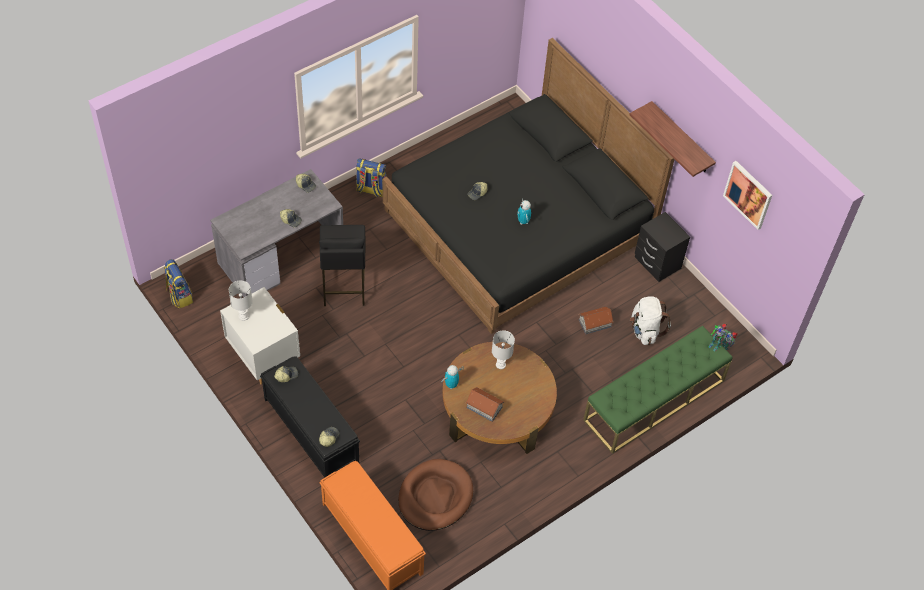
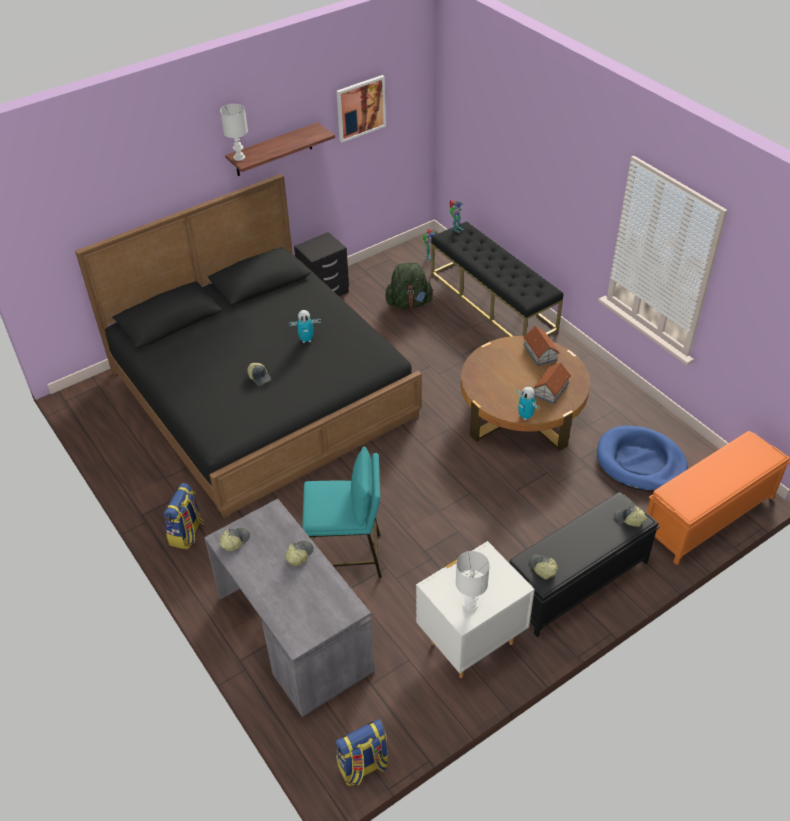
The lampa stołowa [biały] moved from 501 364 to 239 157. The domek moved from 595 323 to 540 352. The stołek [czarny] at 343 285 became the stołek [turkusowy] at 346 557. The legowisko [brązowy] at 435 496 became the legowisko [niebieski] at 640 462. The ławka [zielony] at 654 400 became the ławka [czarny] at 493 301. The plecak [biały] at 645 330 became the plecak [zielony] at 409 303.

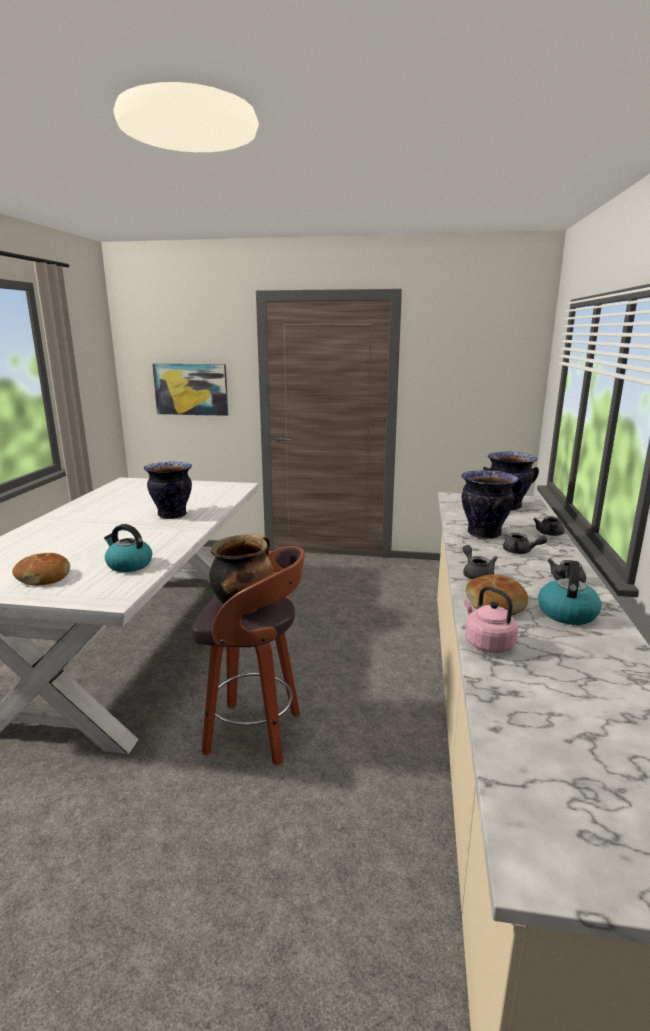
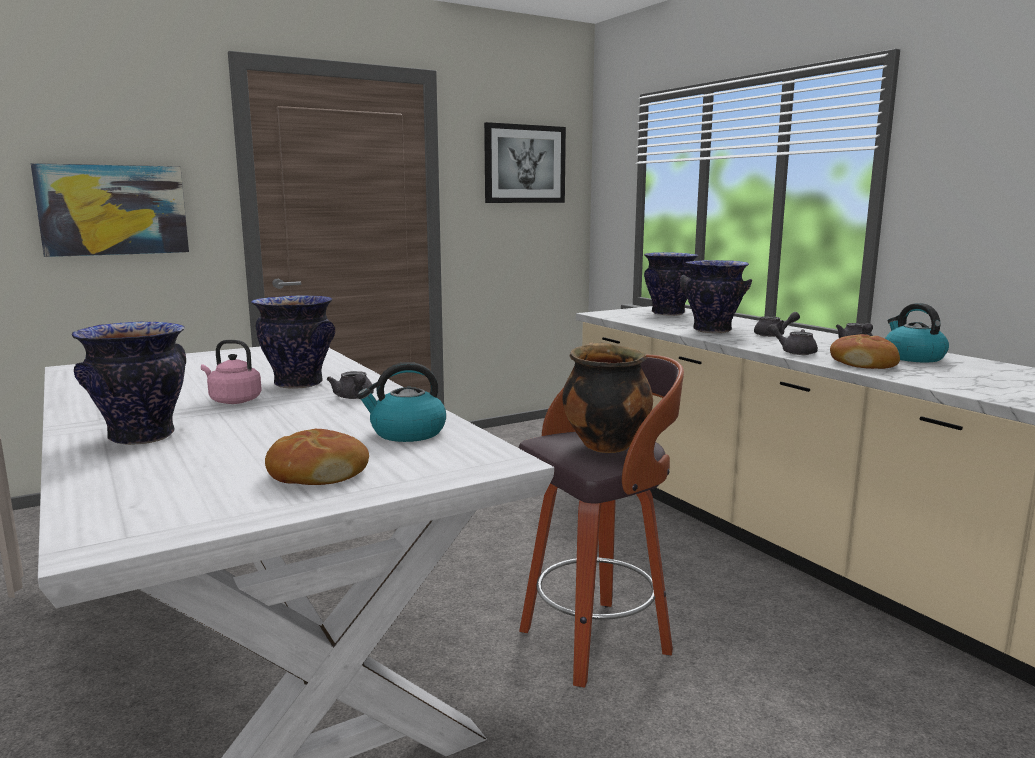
The wazon at 143 437 appeared. The obraz at 524 164 appeared. The czajnik [różowy] moved from 486 643 to 233 400. The imbryk [szary] moved from 549 534 to 354 397.

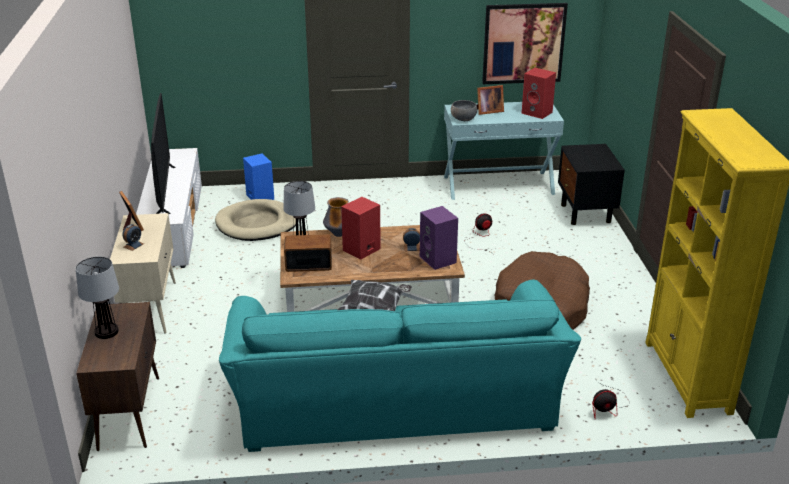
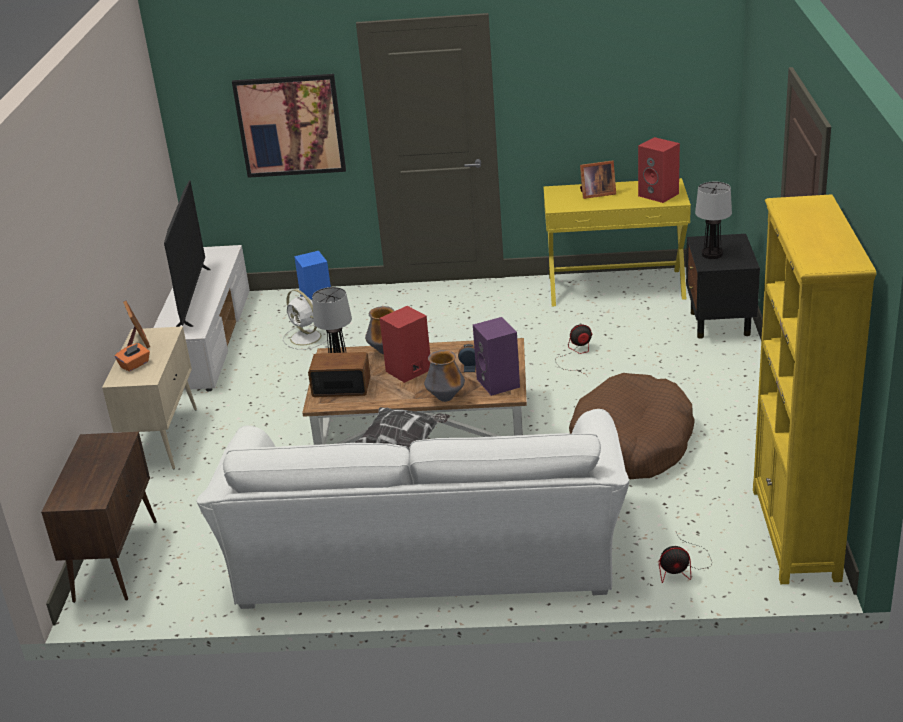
The miska [szary] at 463 119 disappeared. The wazon at 445 398 appeared. The lampa stołowa moved from 106 332 to 711 254. The obraz moved from 523 43 to 290 125. The budzik at 133 245 was replaced by the pudełko chusteczek [pomarańczowy] at 135 365. The legowisko [beżowy] at 257 224 was replaced by the wentylator [biały] at 306 338. The kanapa [turkusowy] at 395 396 became the kanapa [biały] at 425 549. The stolik konsolowy [turkusowy] at 498 185 became the stolik konsolowy [żółty] at 616 287.

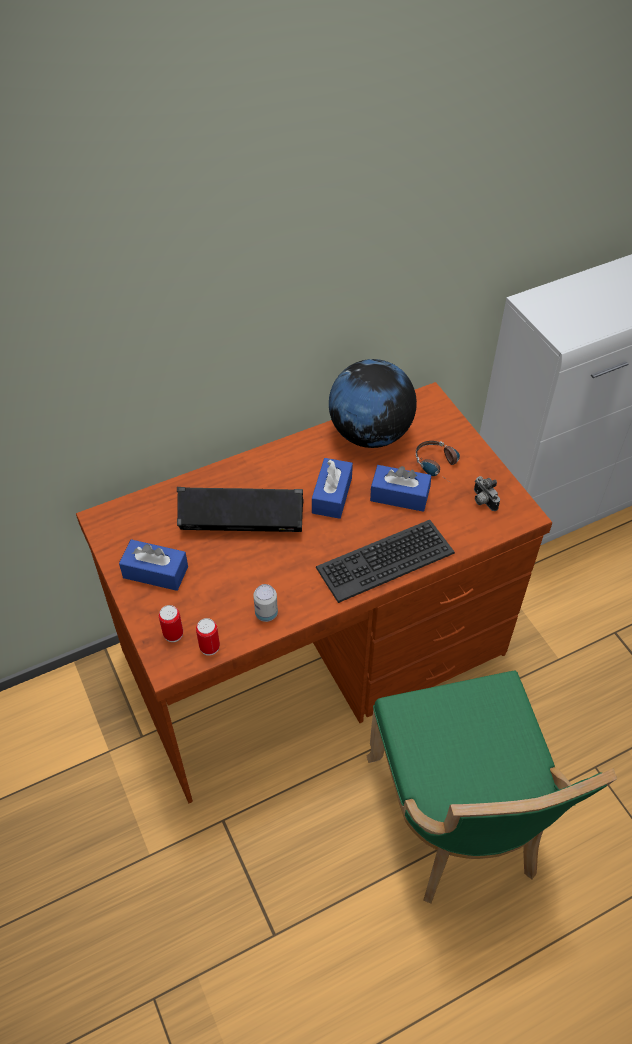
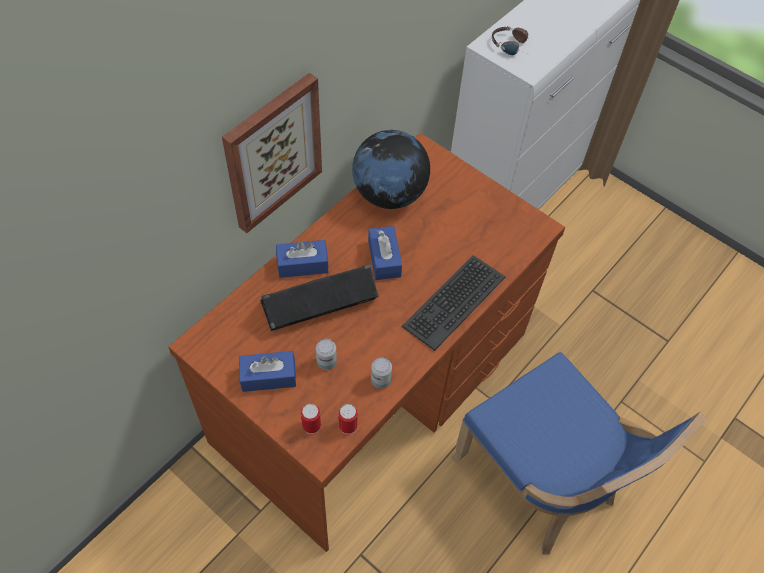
The aparat fotograficzny at 482 501 disappeared. The obraz at 272 153 appeared. The puszka at 326 362 appeared. The pudełko chusteczek [niebieski] moved from 399 495 to 302 265. The słuchawki moved from 440 466 to 514 46. The krzesło [zielony] at 458 820 became the krzesło [niebieski] at 541 481.

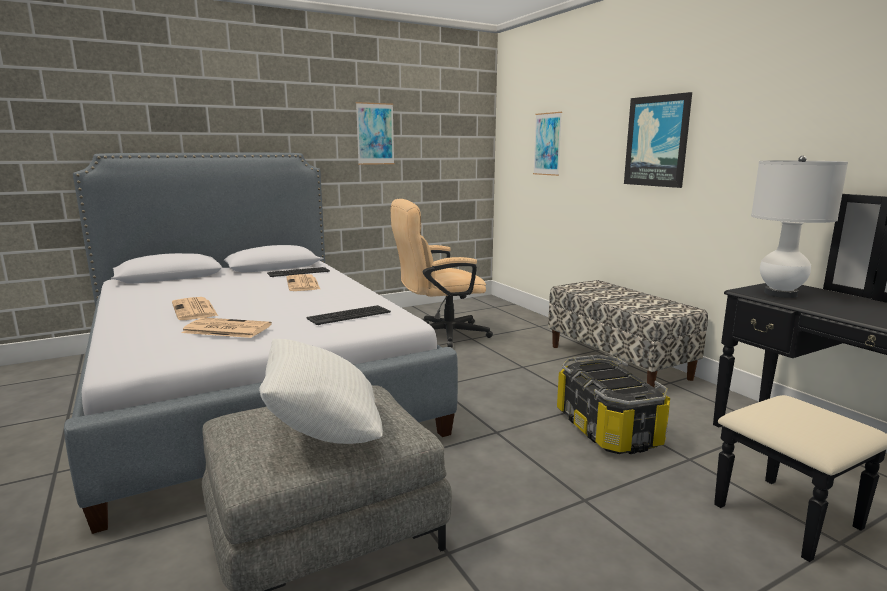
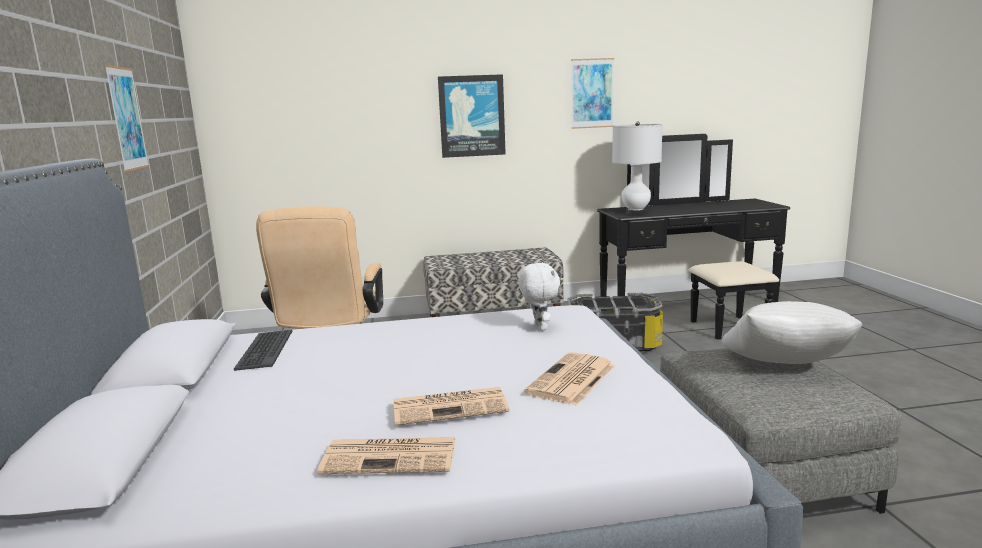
The gazeta moved from 303 284 to 392 456. The obraz moved from 547 144 to 592 93. The klawiatura at 349 315 was replaced by the pluszak [biały] at 539 327.

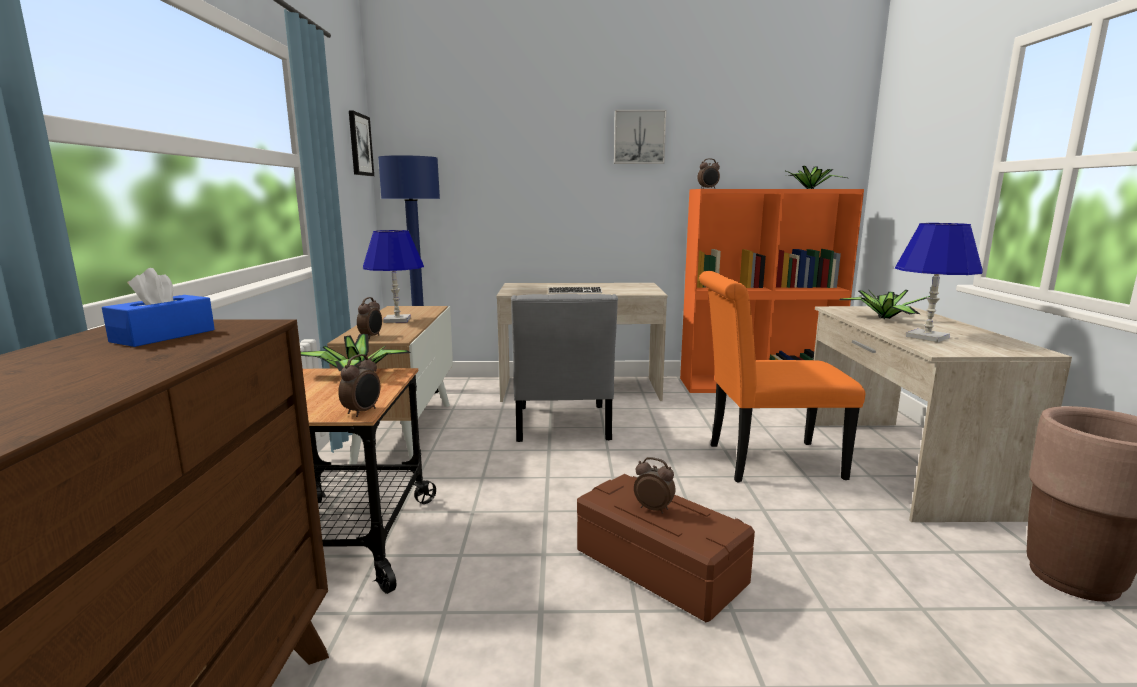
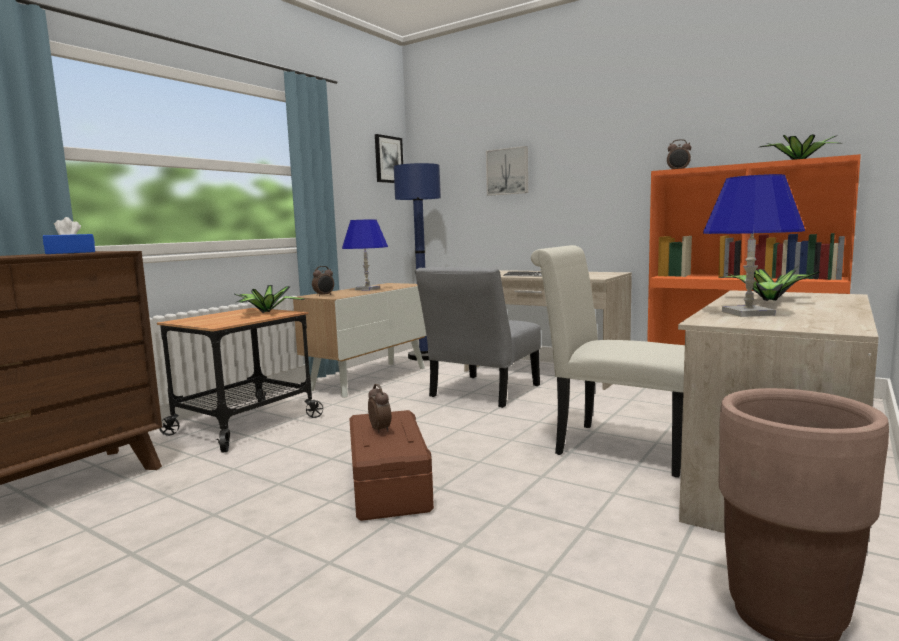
The budzik at 363 412 disappeared. The obraz moved from 639 137 to 508 171. The krzesło [pomarańczowy] at 765 462 became the krzesło [biały] at 615 447.

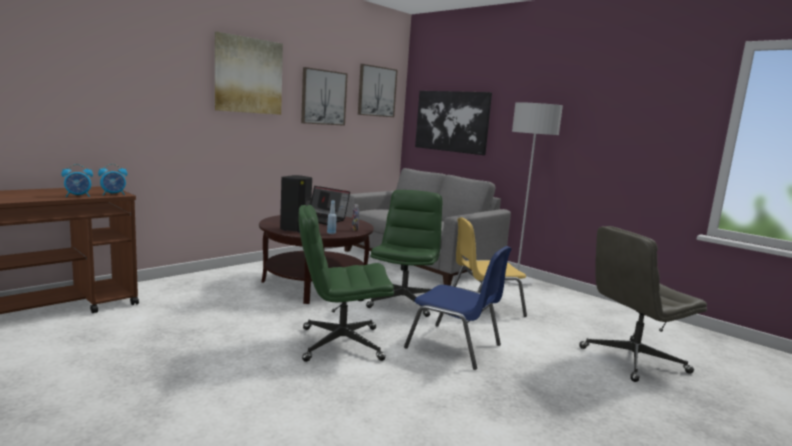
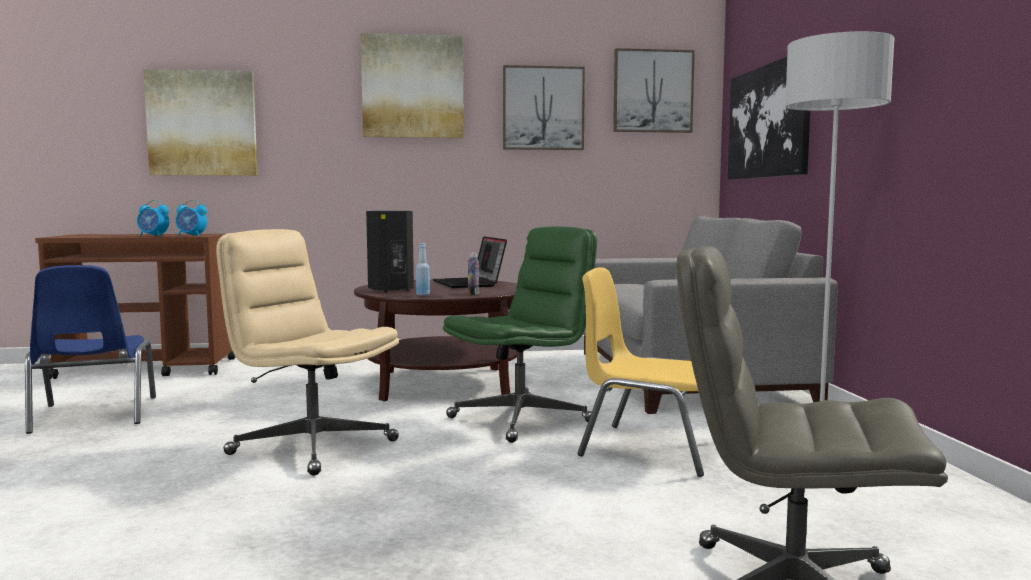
The obraz at 202 123 appeared. The krzesło [niebieski] moved from 455 347 to 93 415. The krzesło biurowe [zielony] at 340 344 became the krzesło biurowe [beżowy] at 311 447.

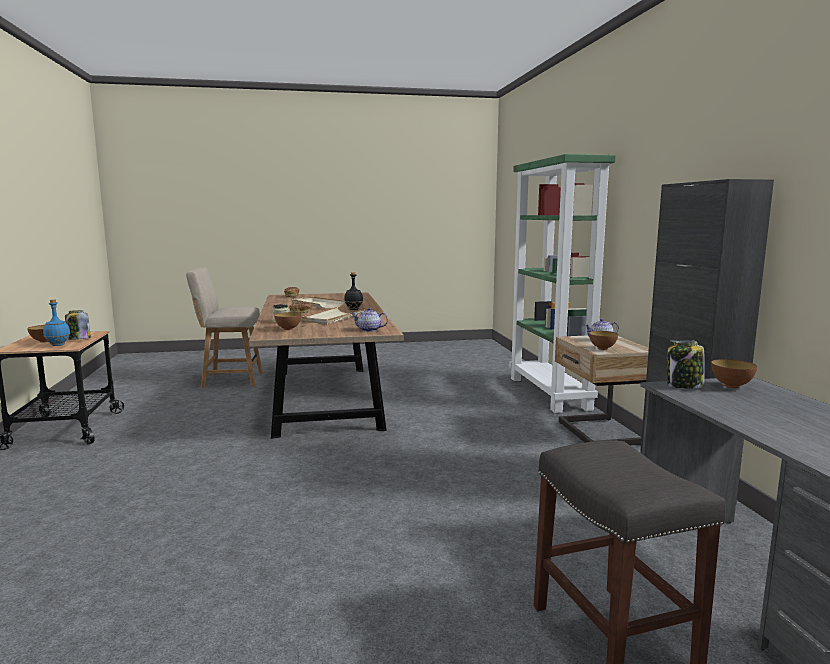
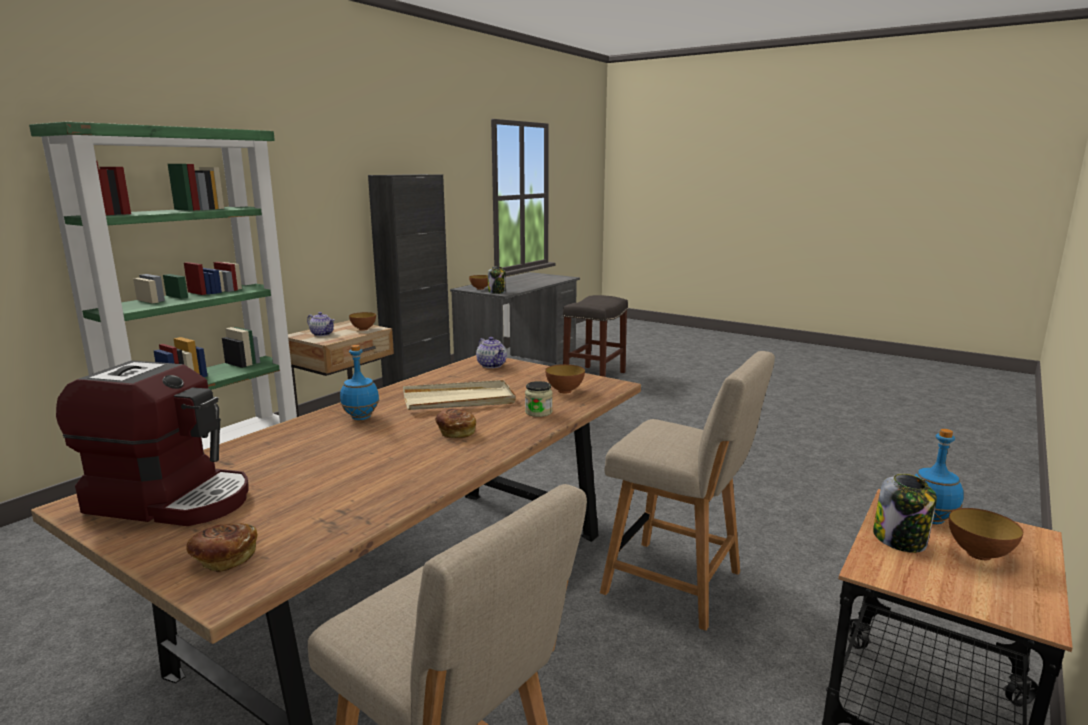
The taca [beżowy] at 317 305 disappeared. The ekspres do kawy at 172 499 appeared. The krzesło [beżowy] at 679 584 appeared. The butelka [czarny] at 353 309 became the butelka [niebieski] at 361 418.

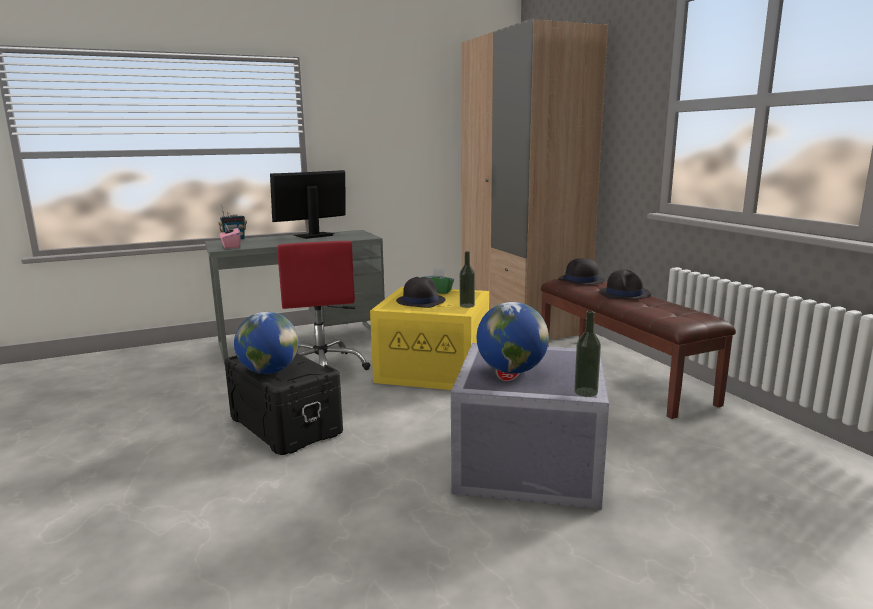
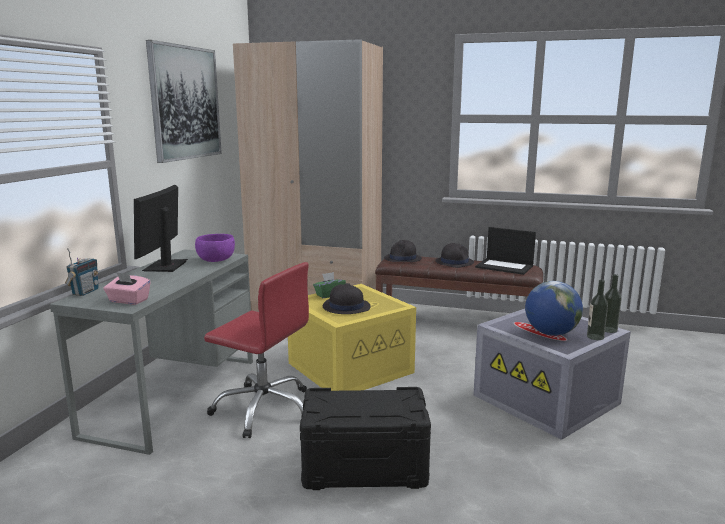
The globus at 269 371 disappeared. The obraz at 185 103 appeared. The miska [fioletowy] at 216 260 appeared. The laptop at 505 266 appeared. The butelka moved from 467 305 to 595 337.

